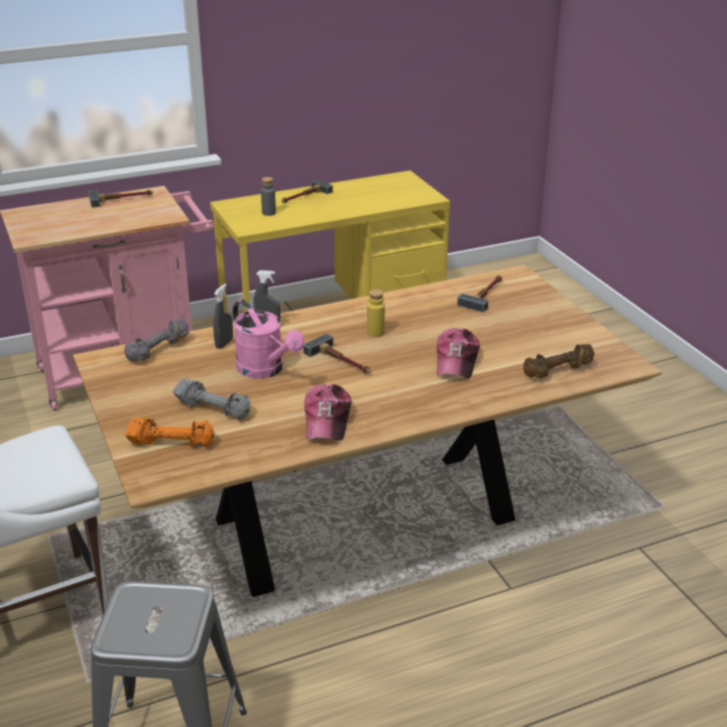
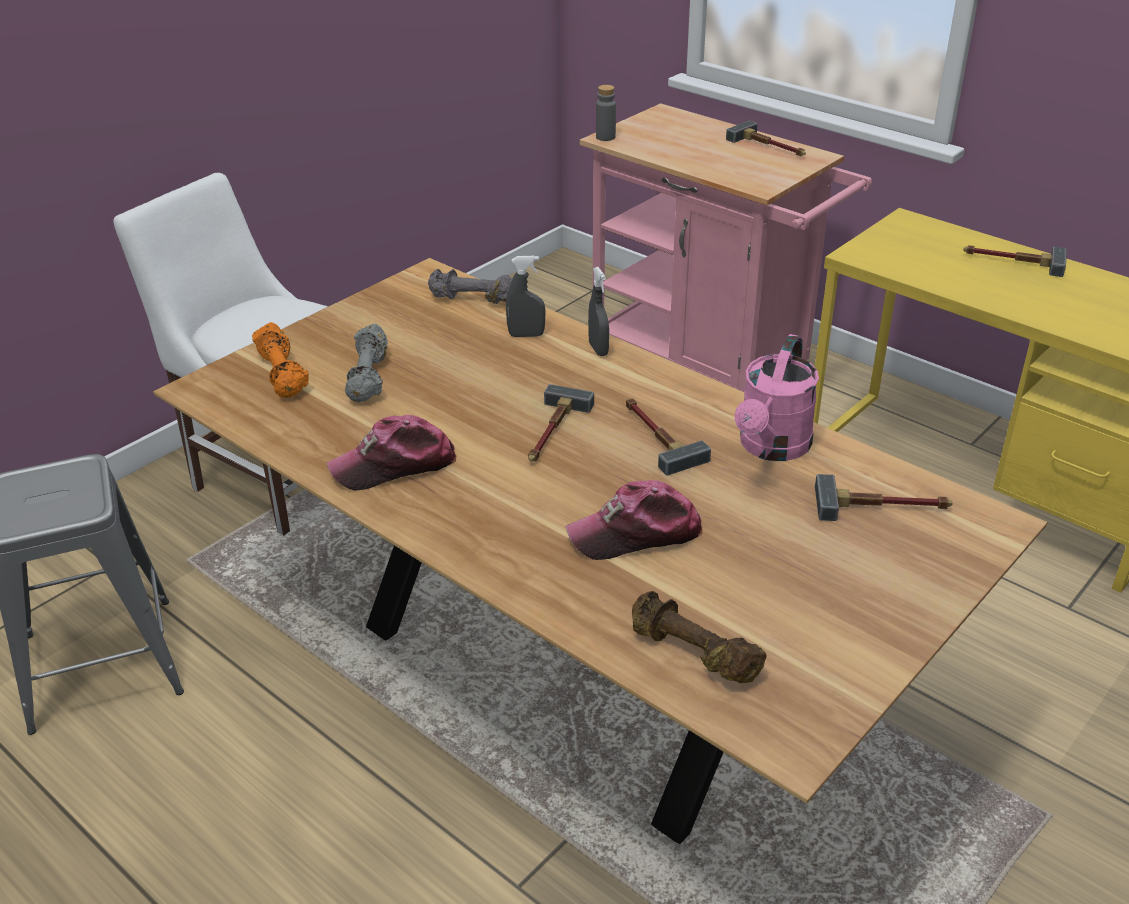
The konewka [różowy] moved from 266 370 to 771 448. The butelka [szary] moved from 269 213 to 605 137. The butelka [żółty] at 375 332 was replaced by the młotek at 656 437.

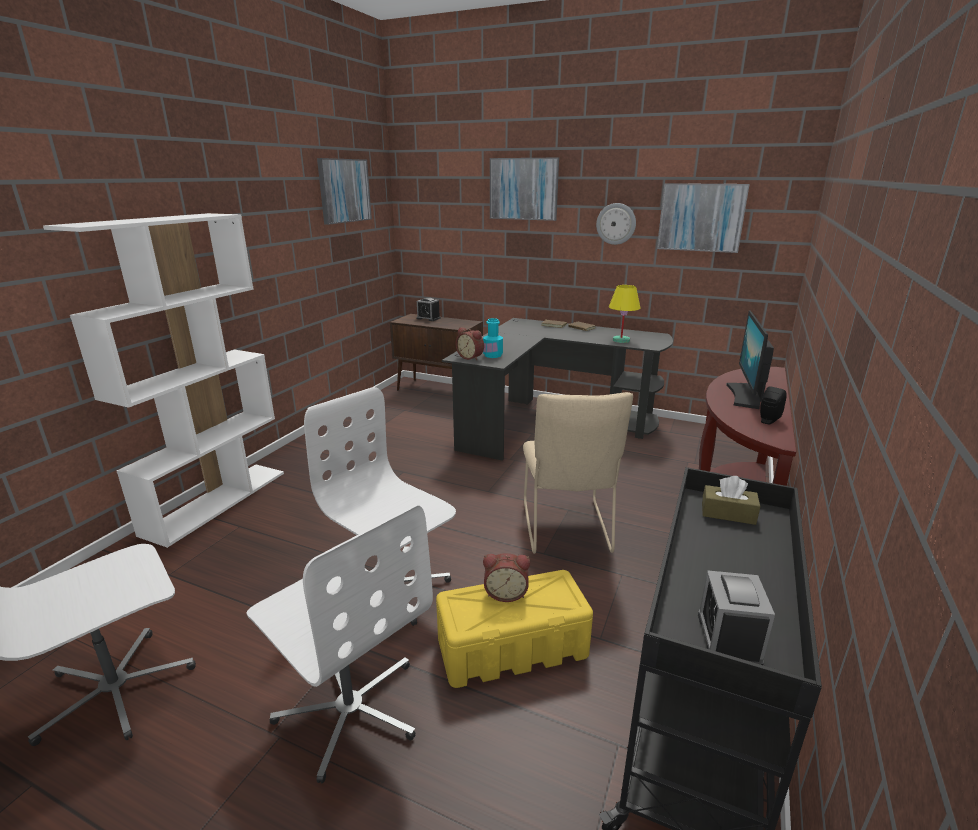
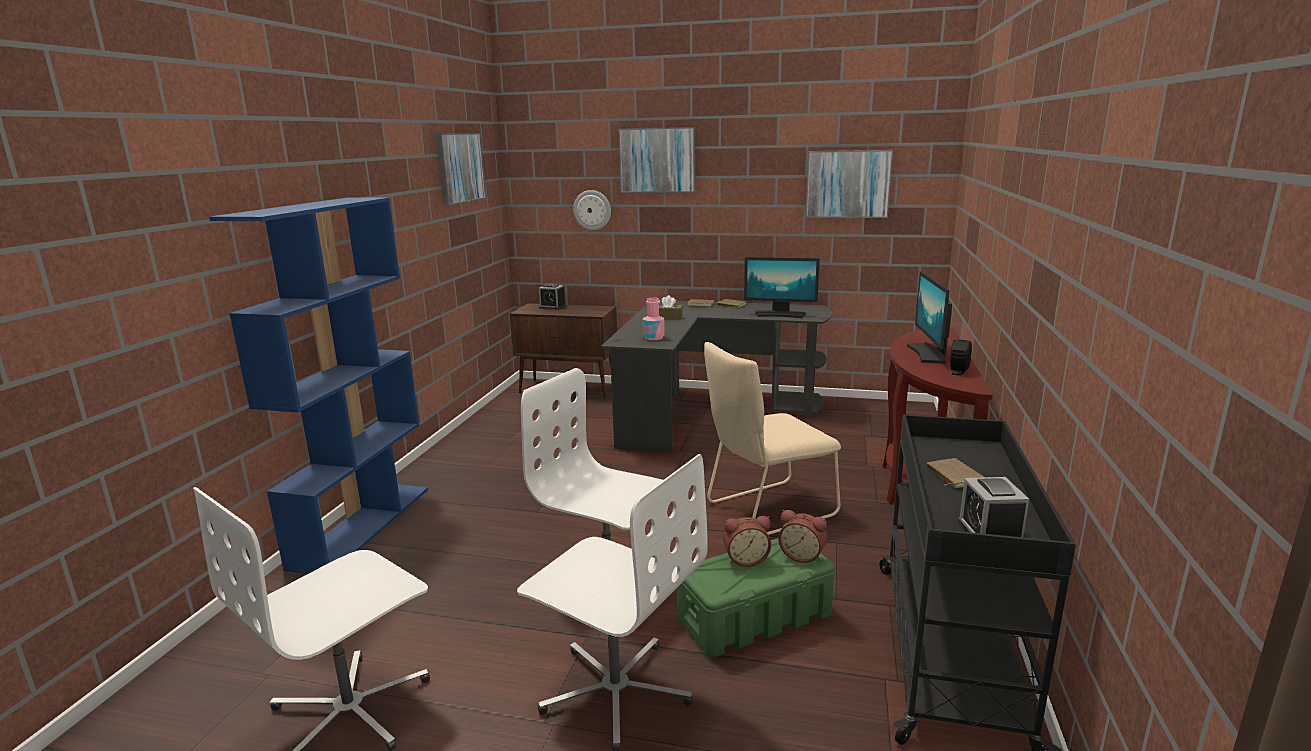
The książka [brązowy] at 953 476 appeared. The budzik moved from 471 357 to 802 555. The zegar ścienny moved from 616 224 to 592 210. The pudełko chusteczek [brązowy] moved from 728 513 to 668 317. The lampa stołowa [żółty] at 621 340 was replaced by the monitor at 780 314. The regał [biały] at 217 501 became the regał [niebieski] at 362 525. The pojemnik do przechowywania [żółty] at 513 647 became the pojemnik do przechowywania [zielony] at 755 617. The butelka [turkusowy] at 493 355 became the butelka [różowy] at 653 337. The krzesło [beżowy] at 566 530 turned 75 degrees clockwise.

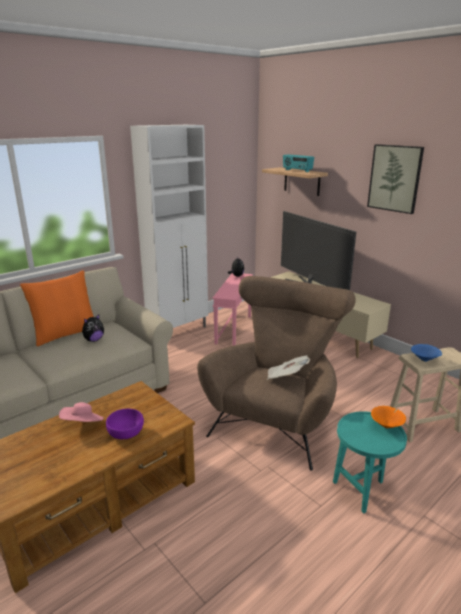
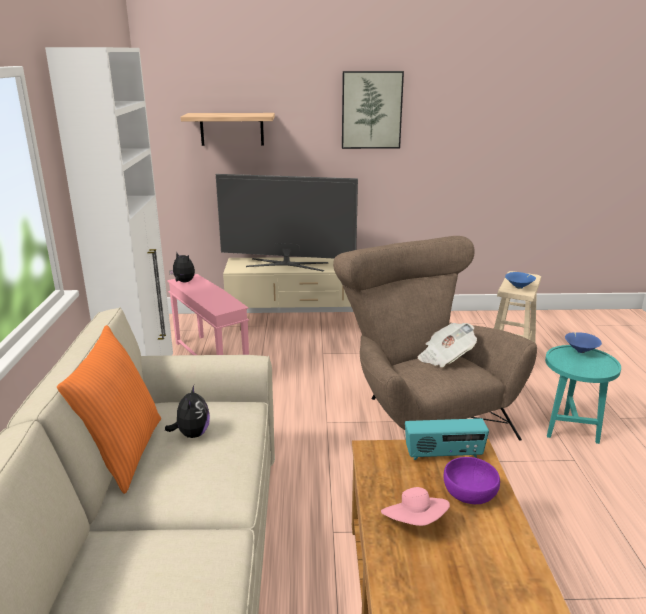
The radio moved from 297 171 to 444 455. The miska [pomarańczowy] at 387 425 became the miska [niebieski] at 580 351.

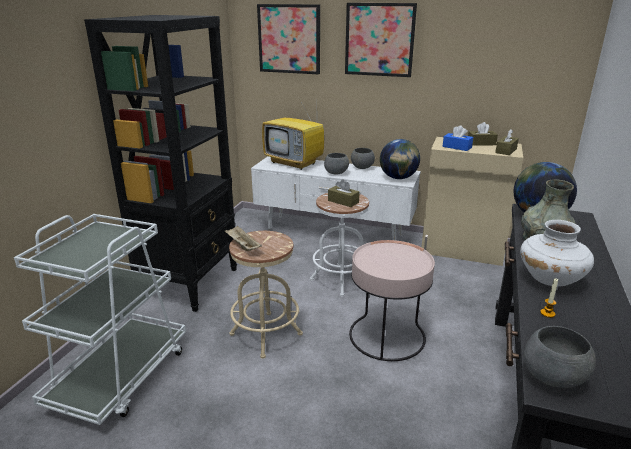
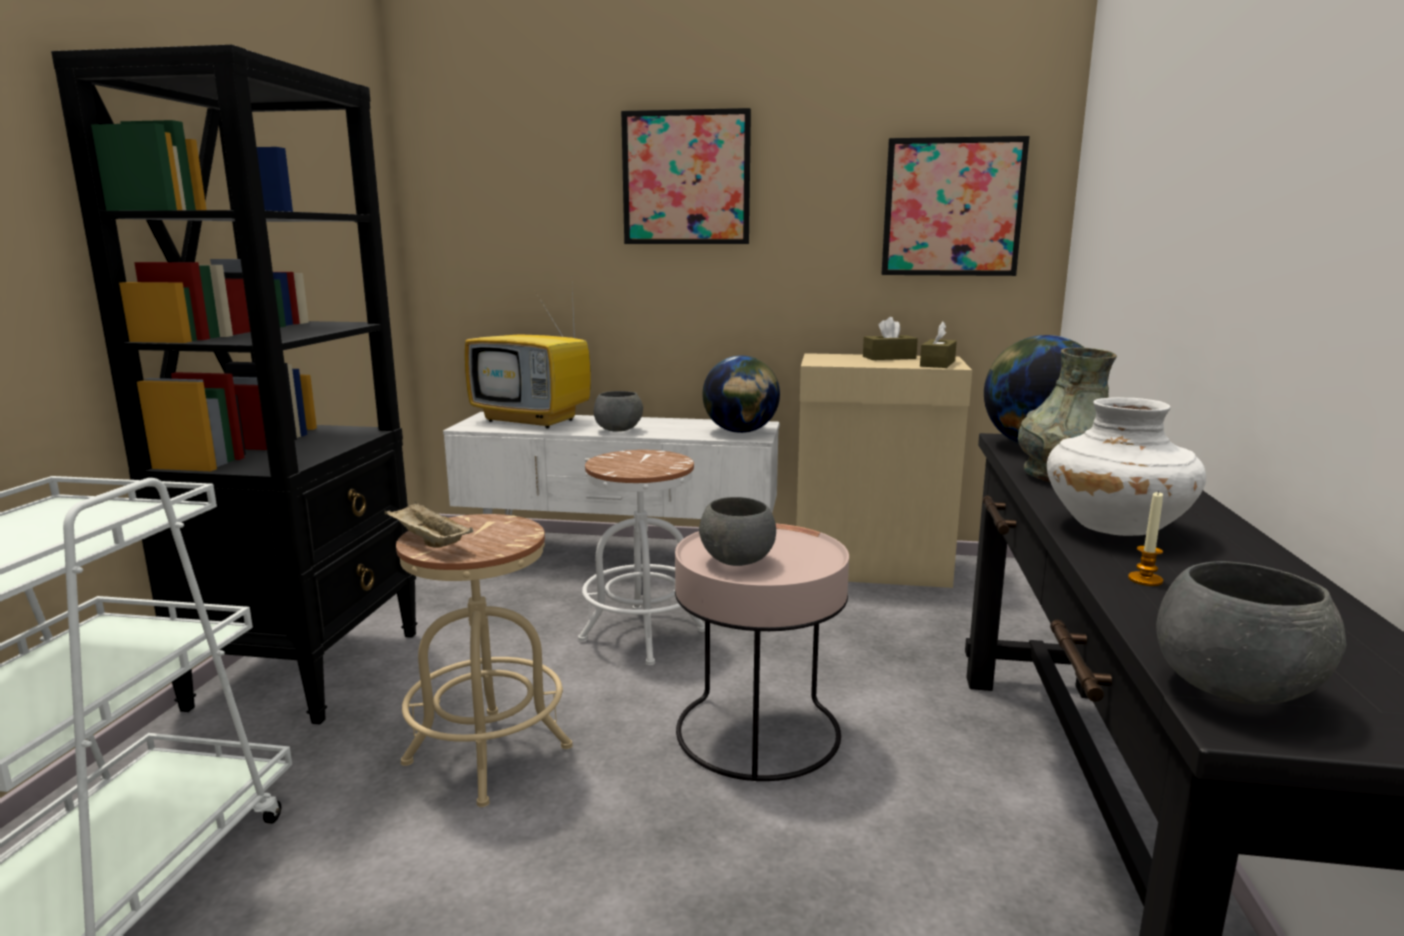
The pudełko chusteczek [brązowy] at 343 201 disappeared. The pudełko chusteczek [niebieski] at 457 147 disappeared. The obraz moved from 289 39 to 952 207. The miska [szary] moved from 361 168 to 736 562.

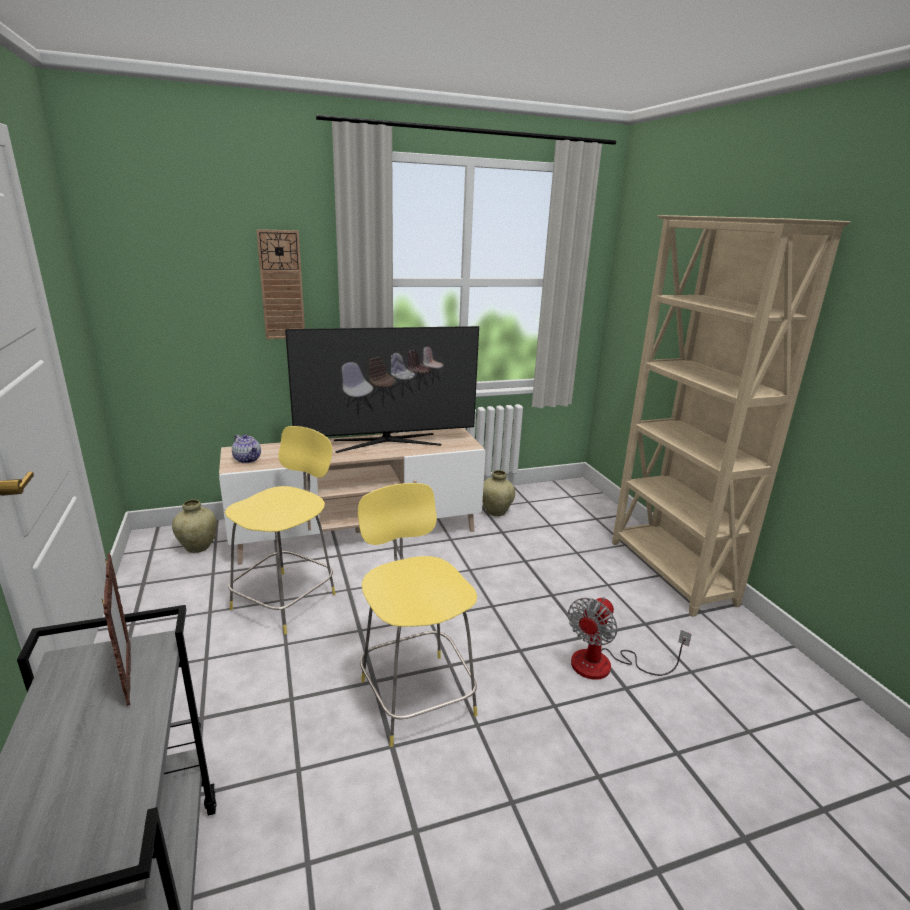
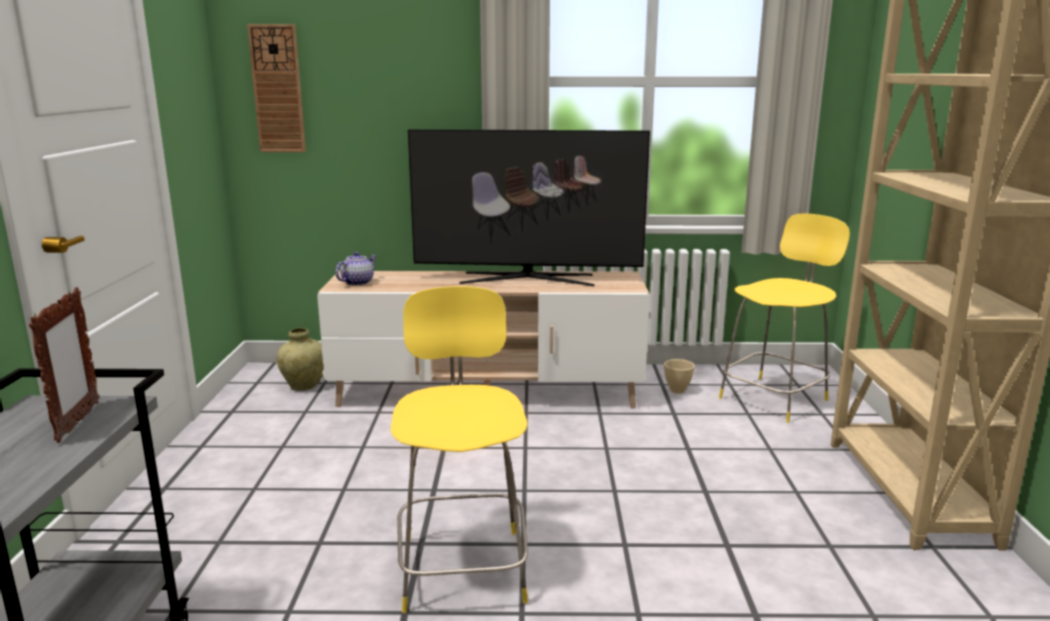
The wentylator at 606 665 disappeared. The stołek [żółty] moved from 287 599 to 775 398. The zegar ścienny moved from 281 285 to 277 89. The wazon [beżowy] at 496 512 was replaced by the miska [beżowy] at 677 391. The imbryk at 248 459 turned 120 degrees counterclockwise.

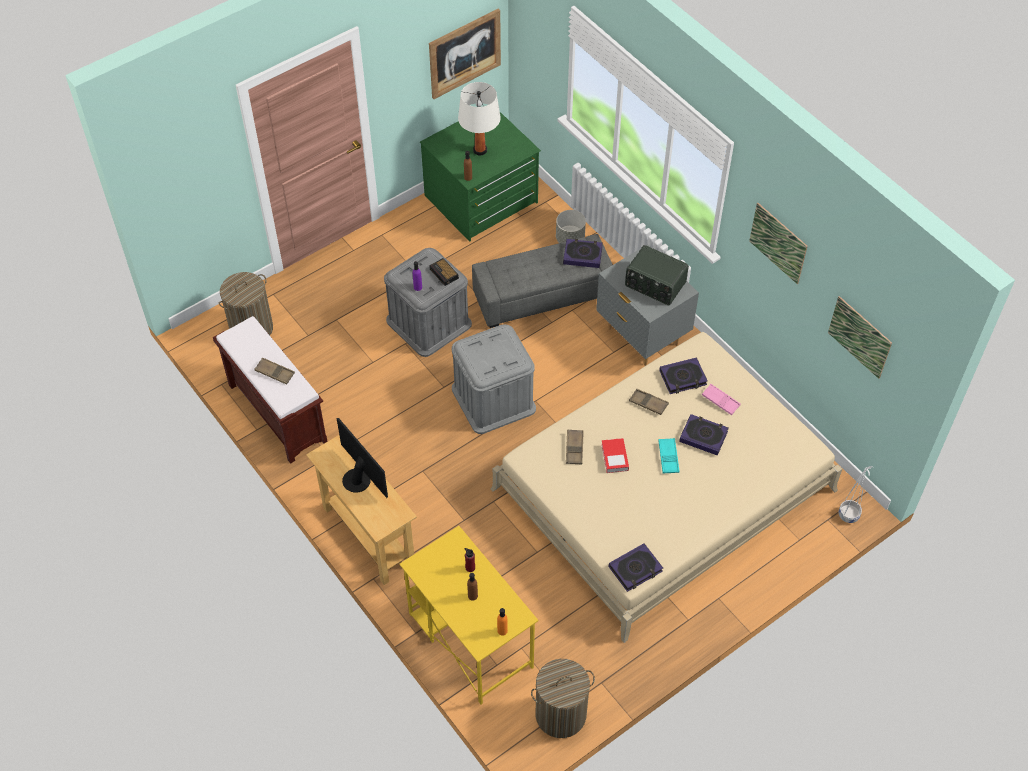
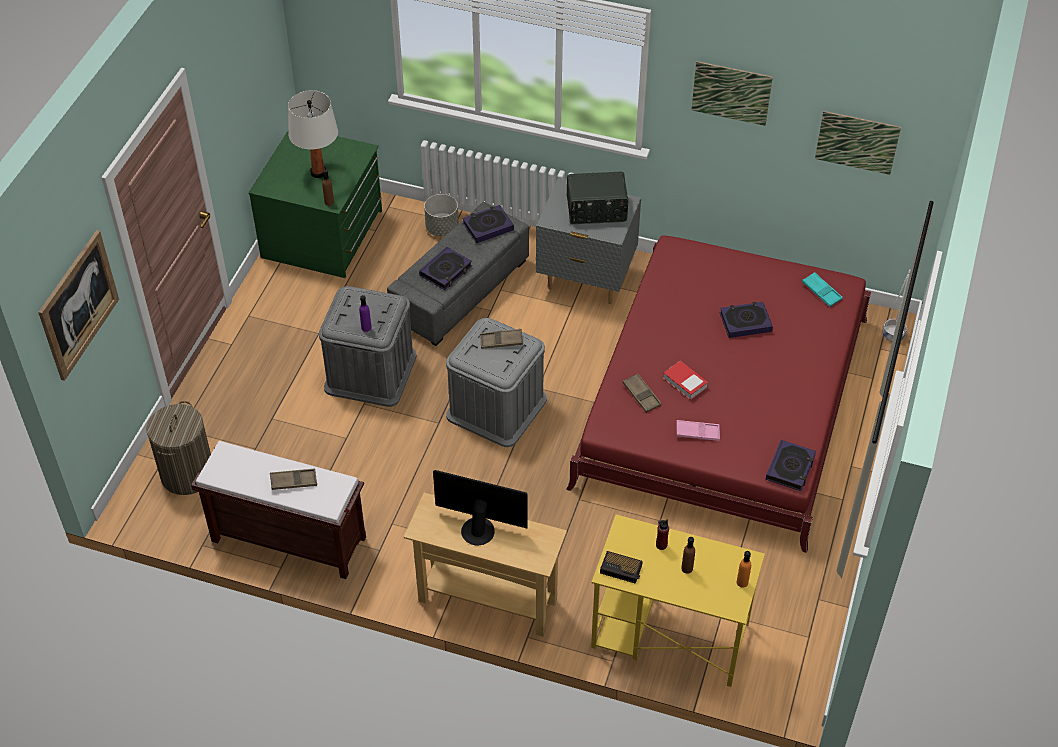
The kosz na pranie at 560 714 disappeared. The obraz moved from 464 53 to 78 305. The budzik moved from 444 274 to 622 569. The taca [brązowy] moved from 648 403 to 501 341. The taca [turkusowy] moved from 668 457 to 821 292. The książka moved from 683 378 to 446 271. The taca [różowy] moved from 720 401 to 697 432. The łóżko [beżowy] at 663 489 became the łóżko [czerwony] at 722 401.

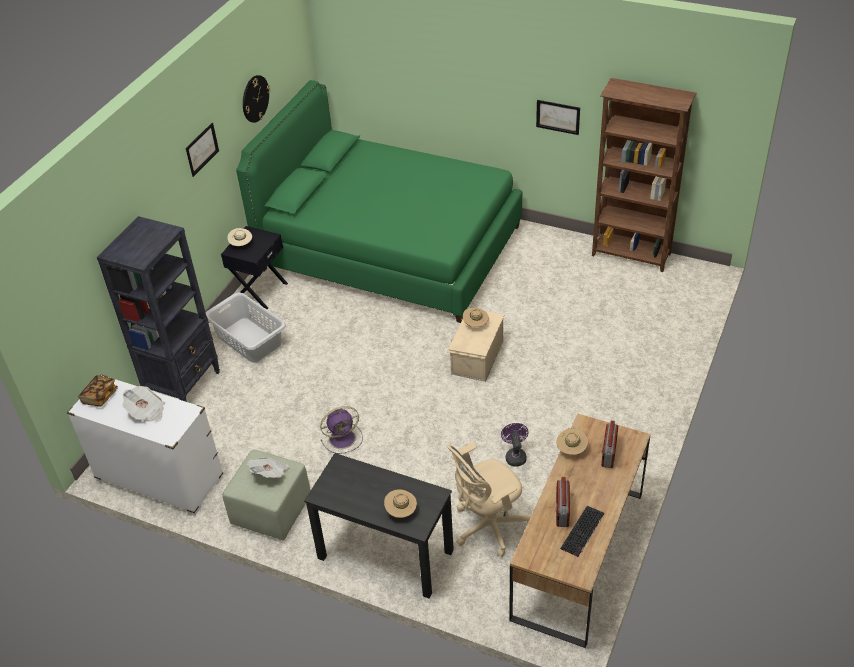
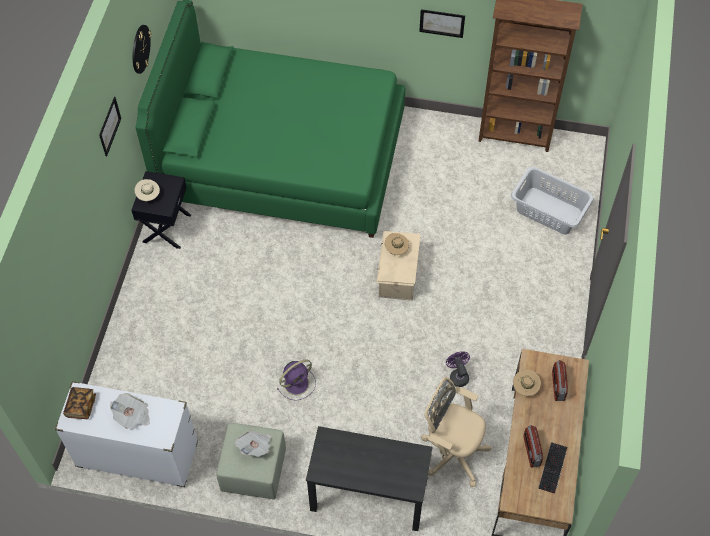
The regał [czarny] at 184 386 disappeared. The kapelusz [beżowy] at 401 511 disappeared. The kosz na pranie [szary] moved from 249 340 to 548 211. The krzesło biurowe [beżowy] at 488 527 turned 75 degrees clockwise.

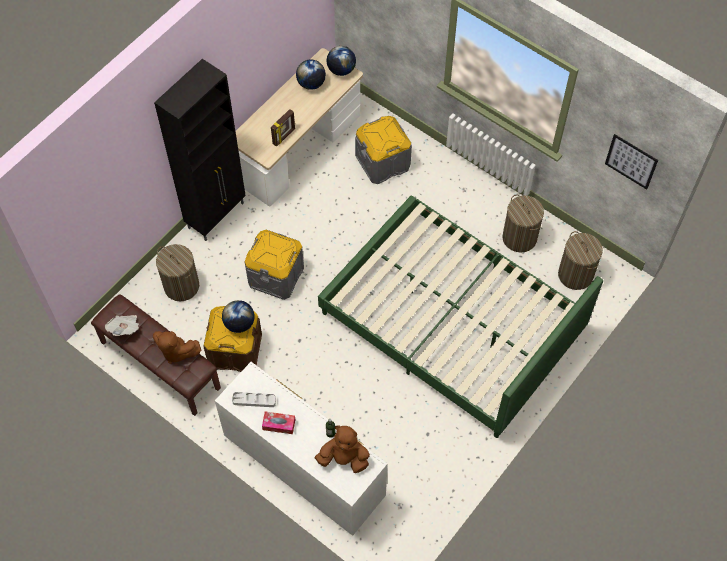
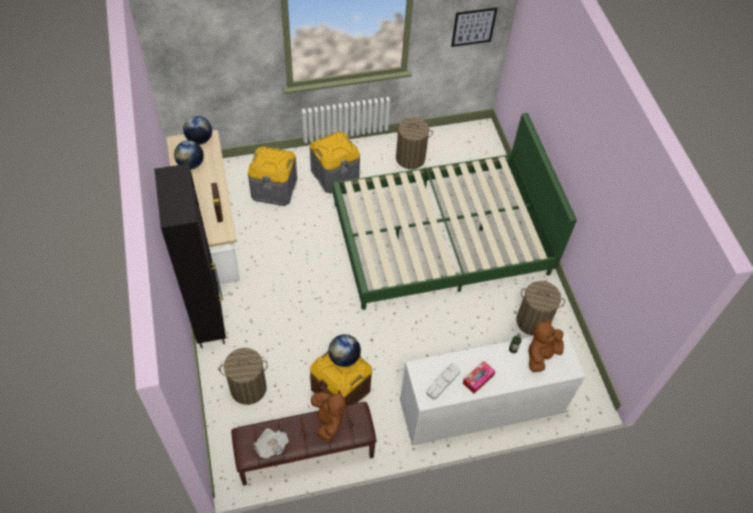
The pojemnik do przechowywania [szary] moved from 276 275 to 334 175. The kosz na pranie moved from 575 275 to 533 321. The pluszak [brązowy] at 176 351 turned 75 degrees counterclockwise.

